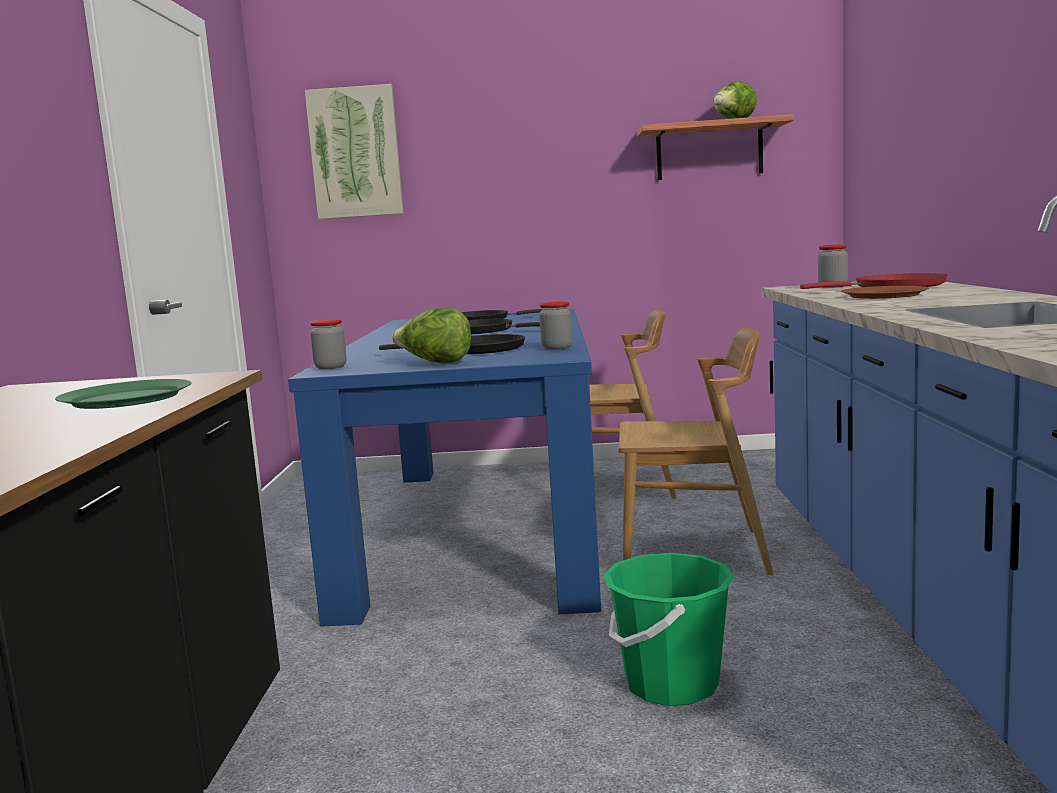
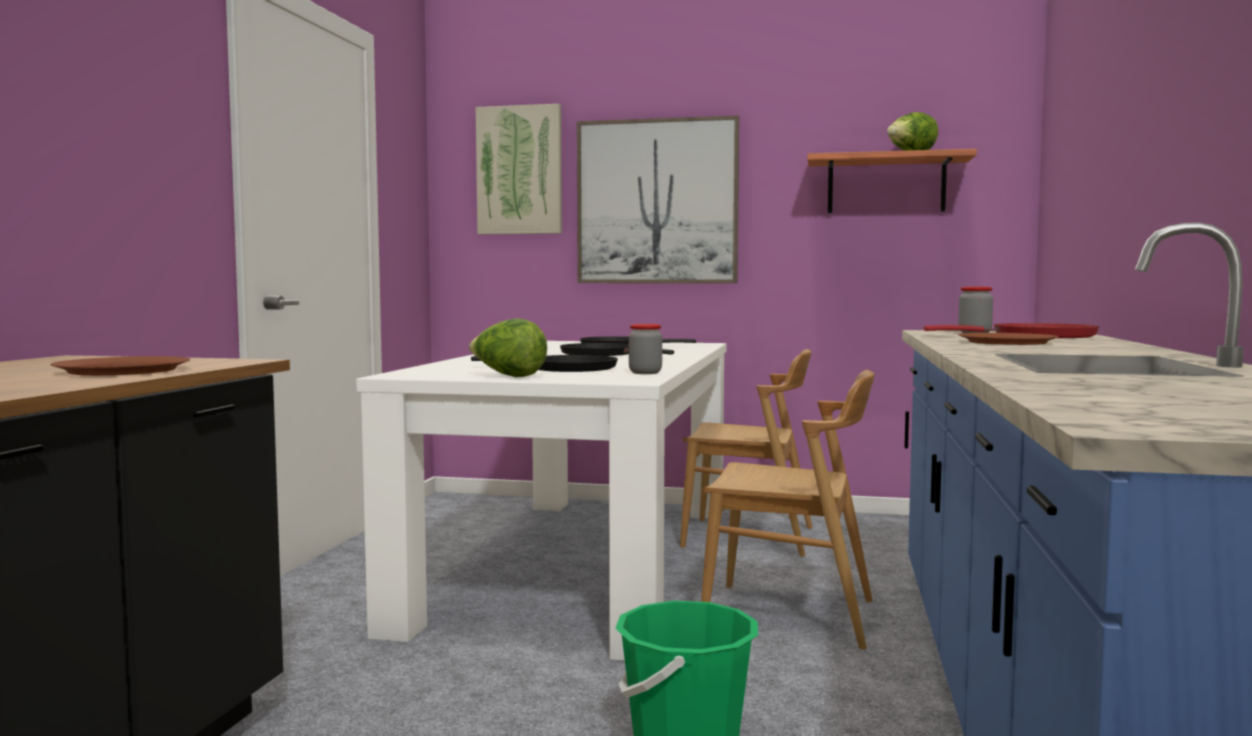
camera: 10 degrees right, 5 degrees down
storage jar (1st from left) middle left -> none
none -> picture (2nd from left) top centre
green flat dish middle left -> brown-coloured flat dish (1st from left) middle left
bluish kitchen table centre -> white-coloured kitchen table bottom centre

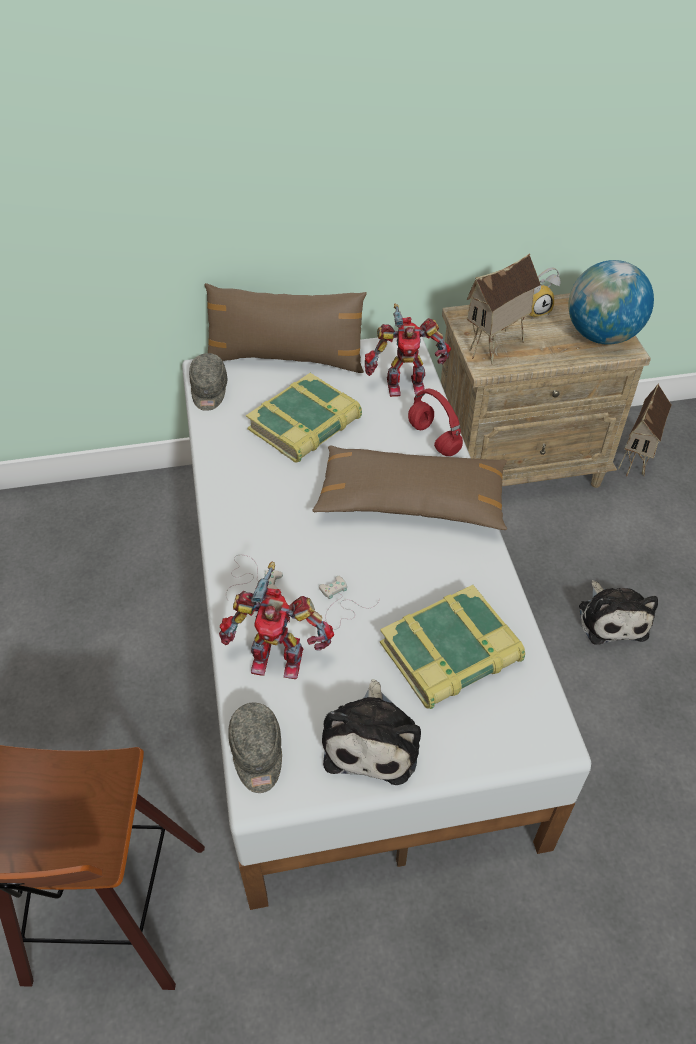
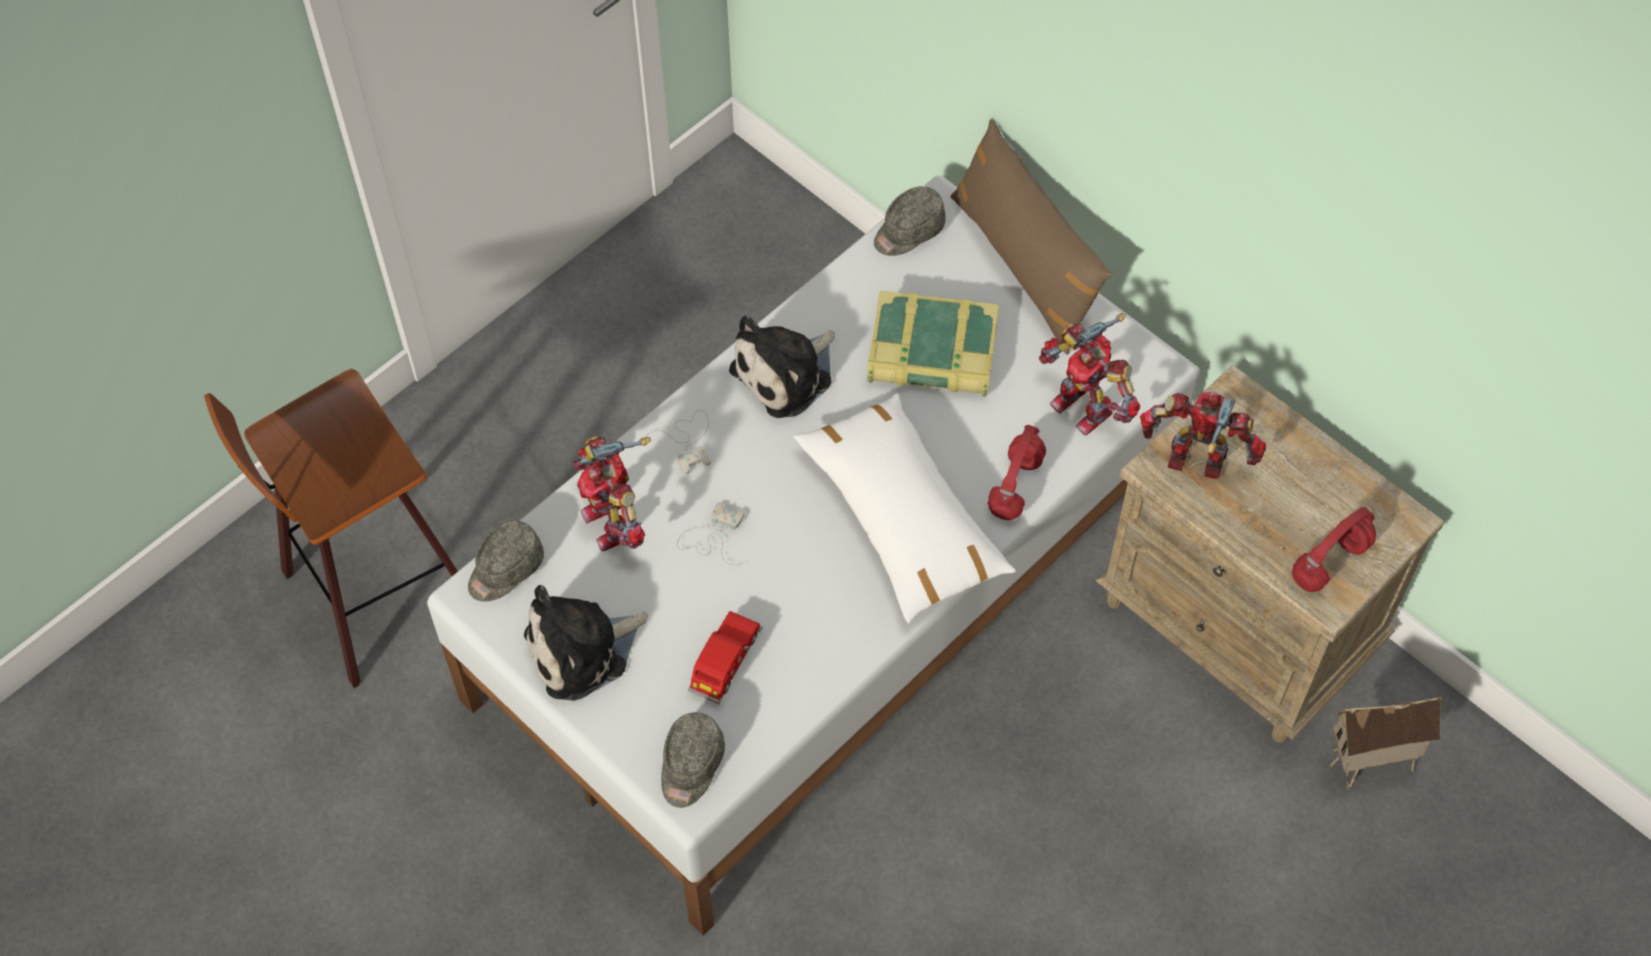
camera: 55 degrees right, 10 degrees up
bedside clock top right -> none
none -> greyish cap (2nd from left) bottom centre
plush toy (2nd from left) middle right -> plush toy (2nd from left) centre, move
volume (2nd from left) centre -> red-coloured toy car bottom centre
model house (1st from left) top right -> toy robot (3rd from left) middle right
world globe top right -> red-coloured pair of headphones (2nd from left) middle right
brown-coloured pillow (2nd from left) centre -> white-coloured pillow centre

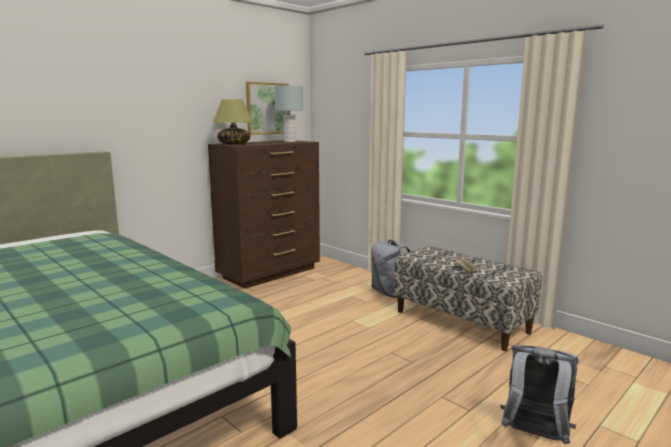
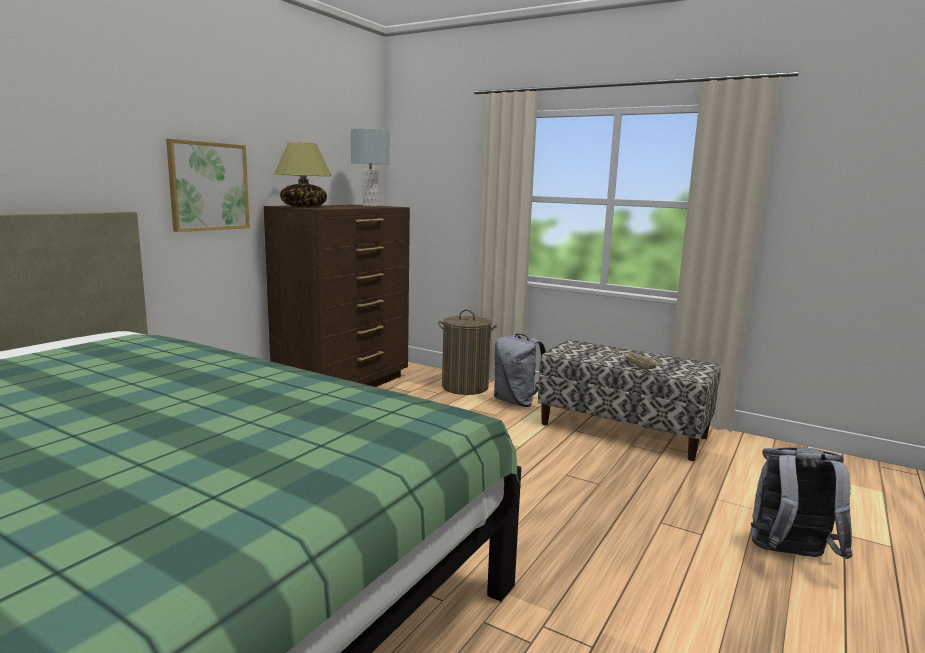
camera: 15 degrees left, 0 degrees up
none -> washing basket centre
picture top centre -> picture top left, move

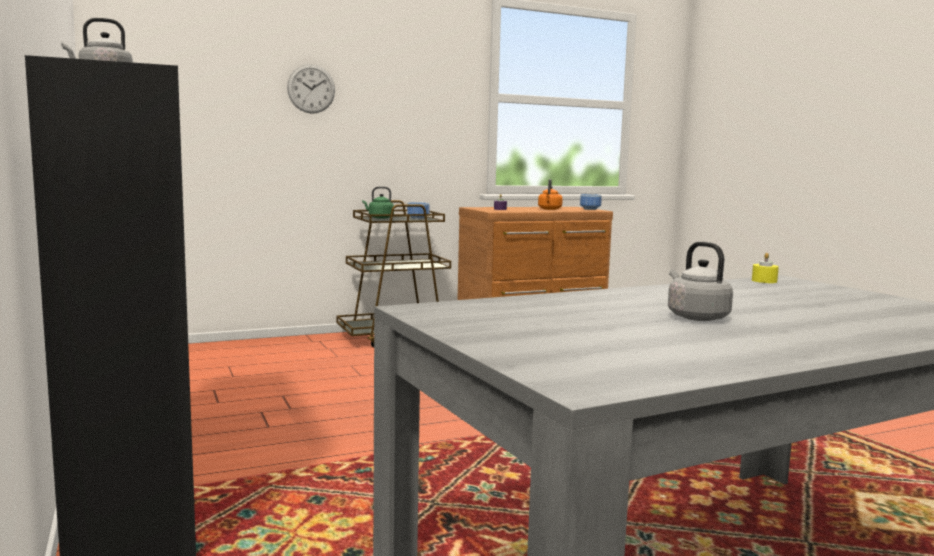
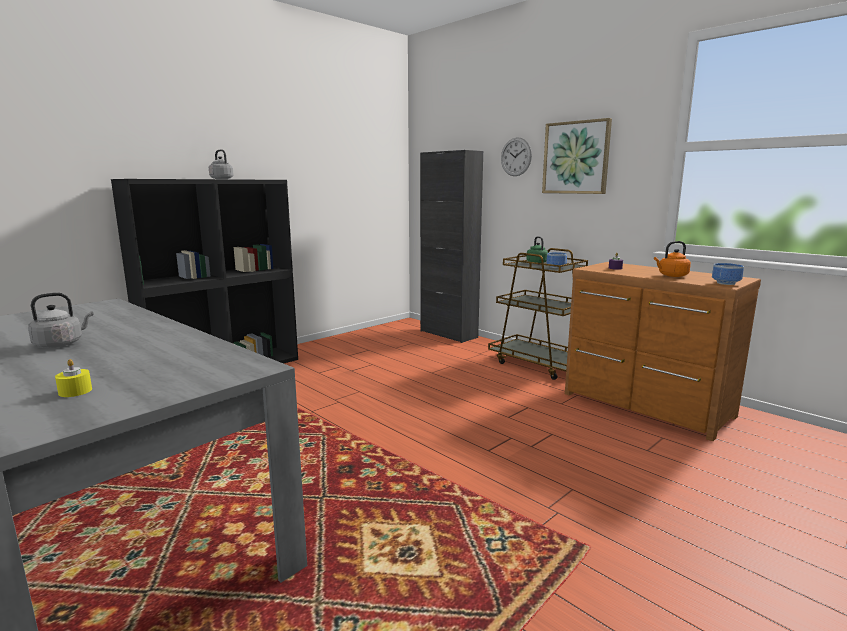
camera: 70 degrees right, 5 degrees up
none -> black cabinet centre
none -> picture top right
yellowish candle middle right -> yellowish candle middle left, move

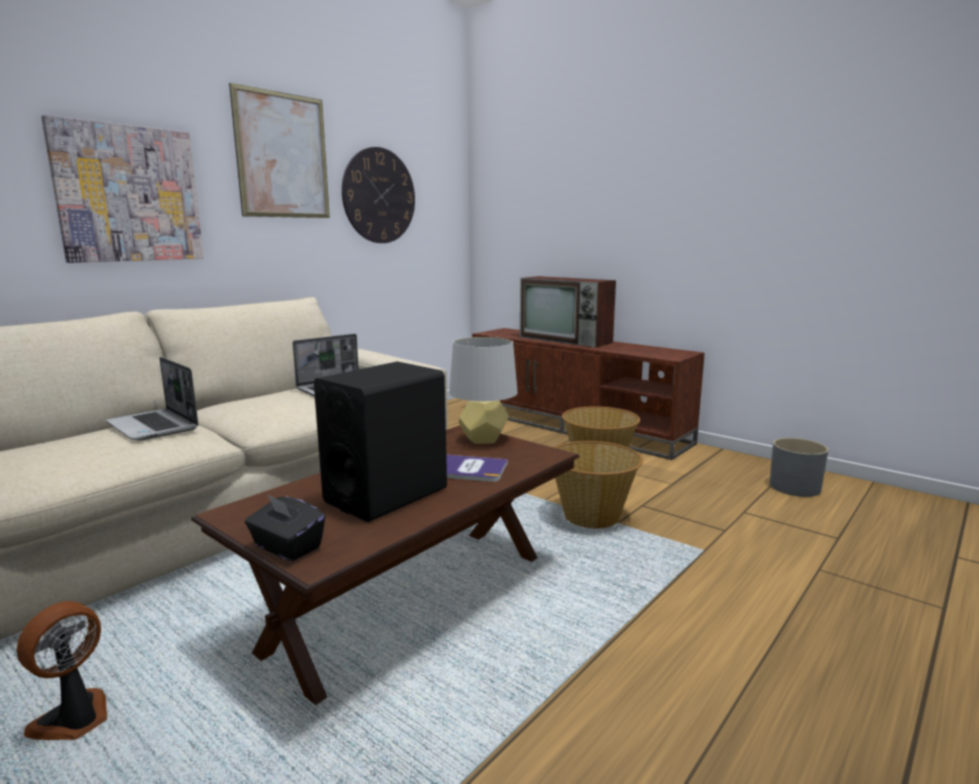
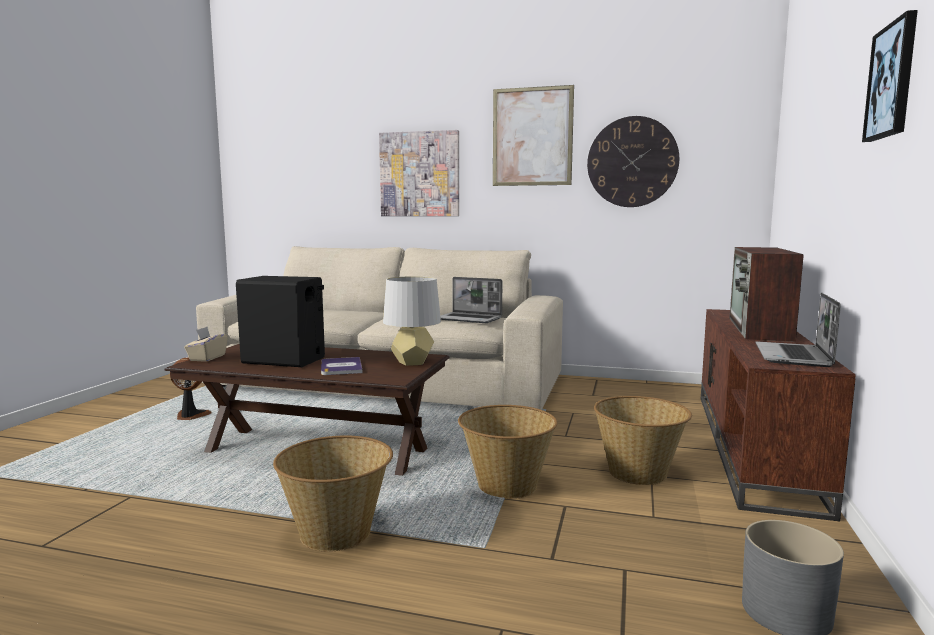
camera: 65 degrees right, 5 degrees down
none -> household basket (1st from left) bottom centre
none -> picture (3rd from left) top right
laptop (1st from left in the first image) middle left -> laptop (2nd from left) middle right, move
black tissue holder bottom left -> sand-coloured tissue holder middle left

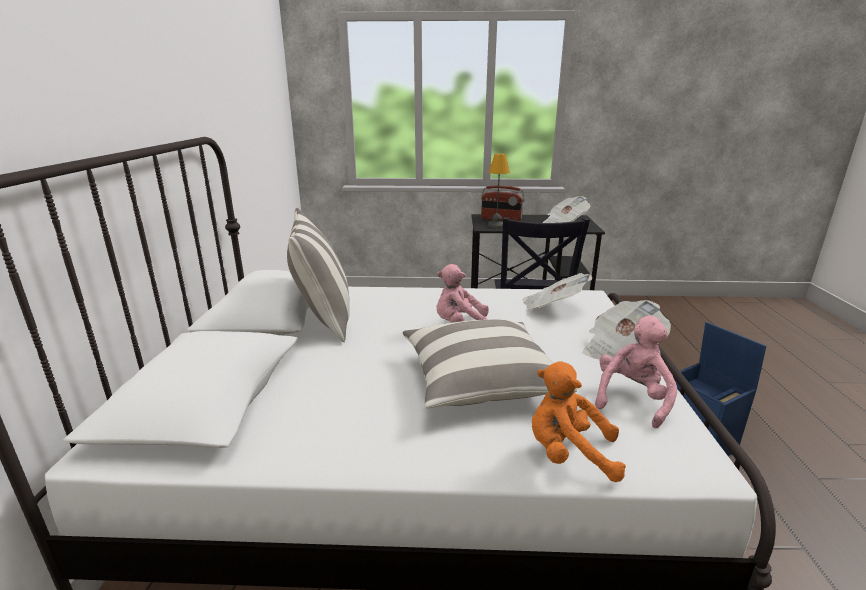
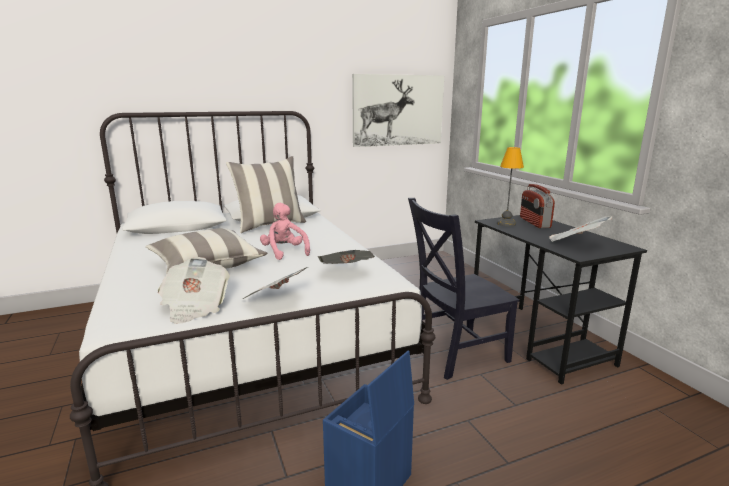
camera: 65 degrees right, 5 degrees down
orange-coloured plush toy bottom right -> none
none -> picture top centre
pinkish plush toy (2nd from left) middle right -> printed paper (1st from left) middle left

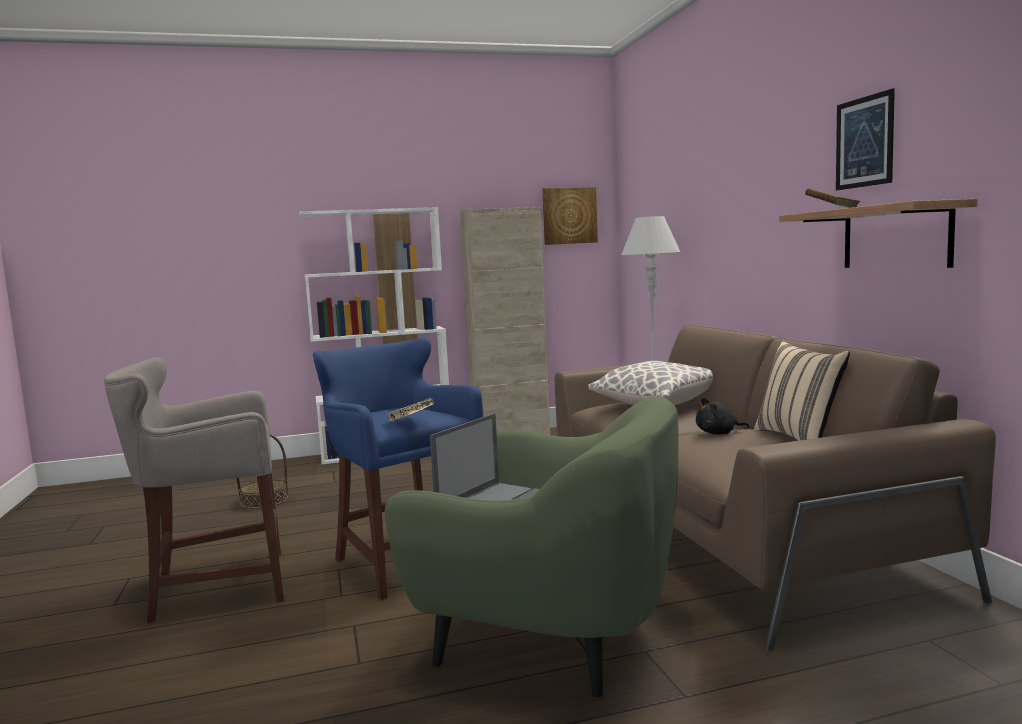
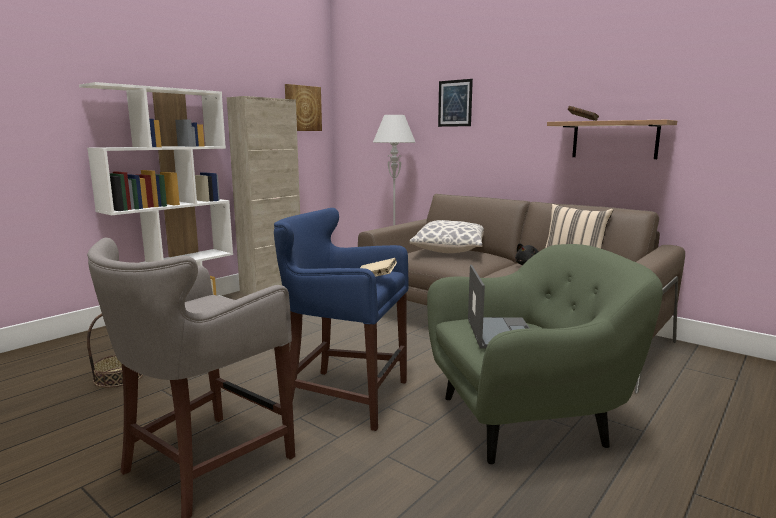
camera: 35 degrees left, 5 degrees up
picture (2nd from left) top right -> picture (2nd from left) top centre, move

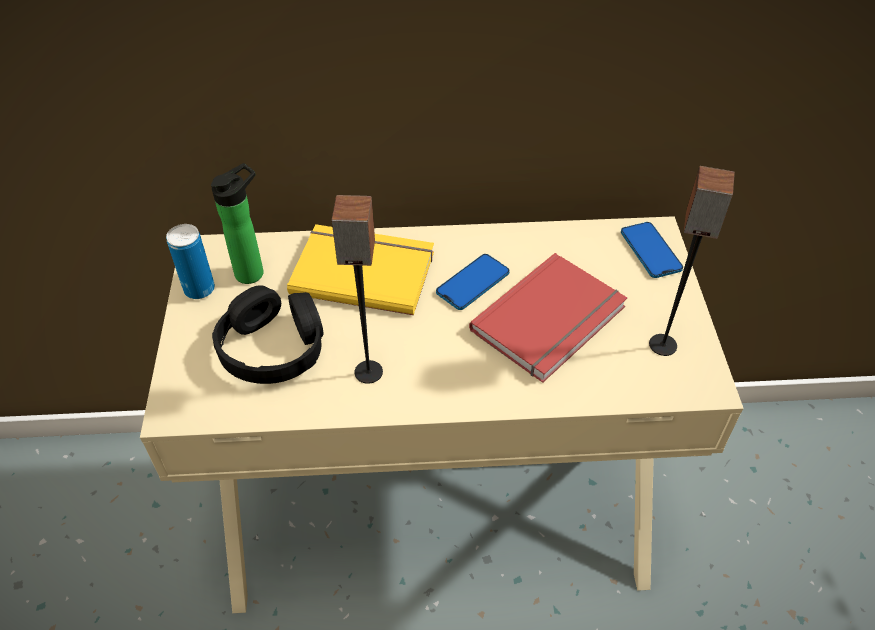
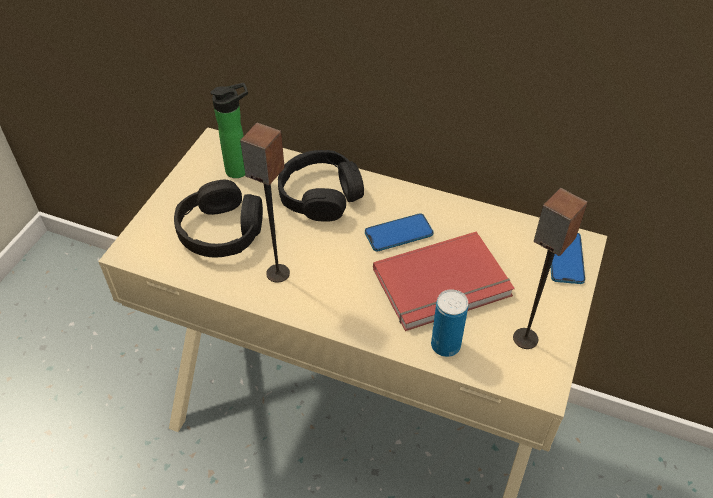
camera: 25 degrees right, 0 degrees up
metal can middle left -> metal can centre, move
yellowish volume centre -> black pair of headphones (2nd from left) centre

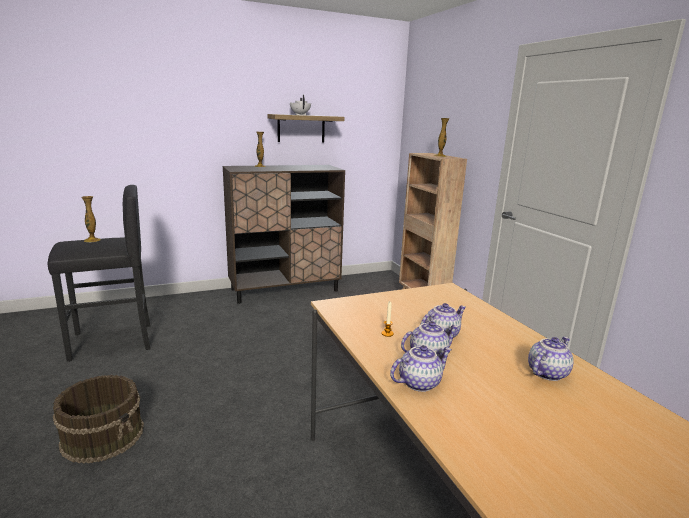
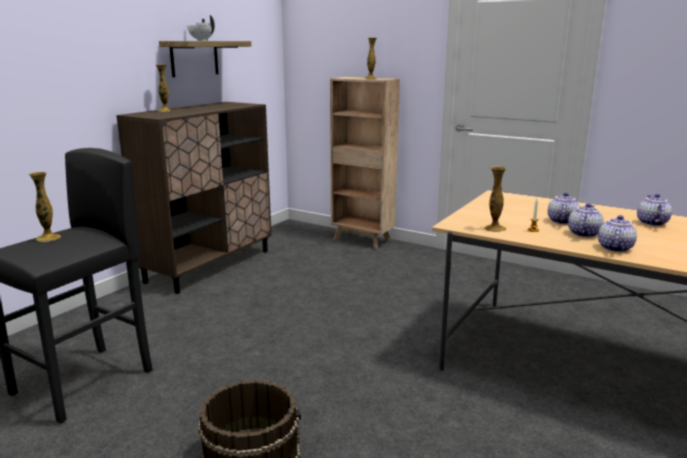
camera: 35 degrees left, 0 degrees up
none -> decorative vase (4th from left) middle right

